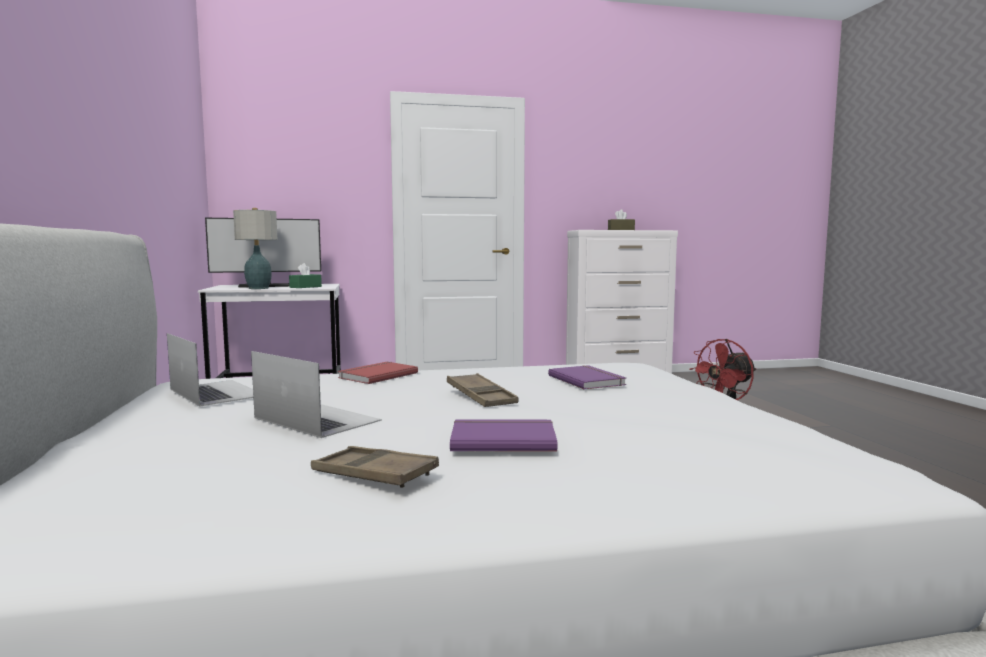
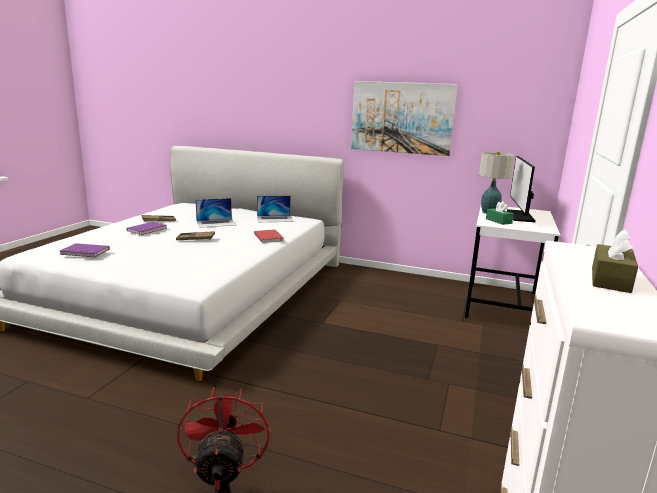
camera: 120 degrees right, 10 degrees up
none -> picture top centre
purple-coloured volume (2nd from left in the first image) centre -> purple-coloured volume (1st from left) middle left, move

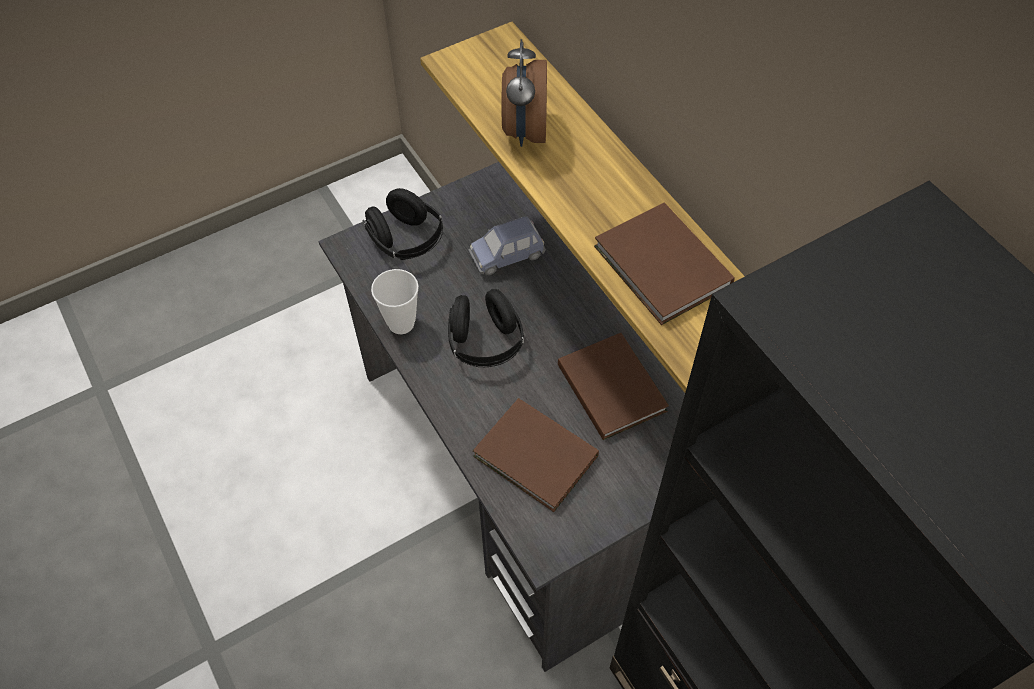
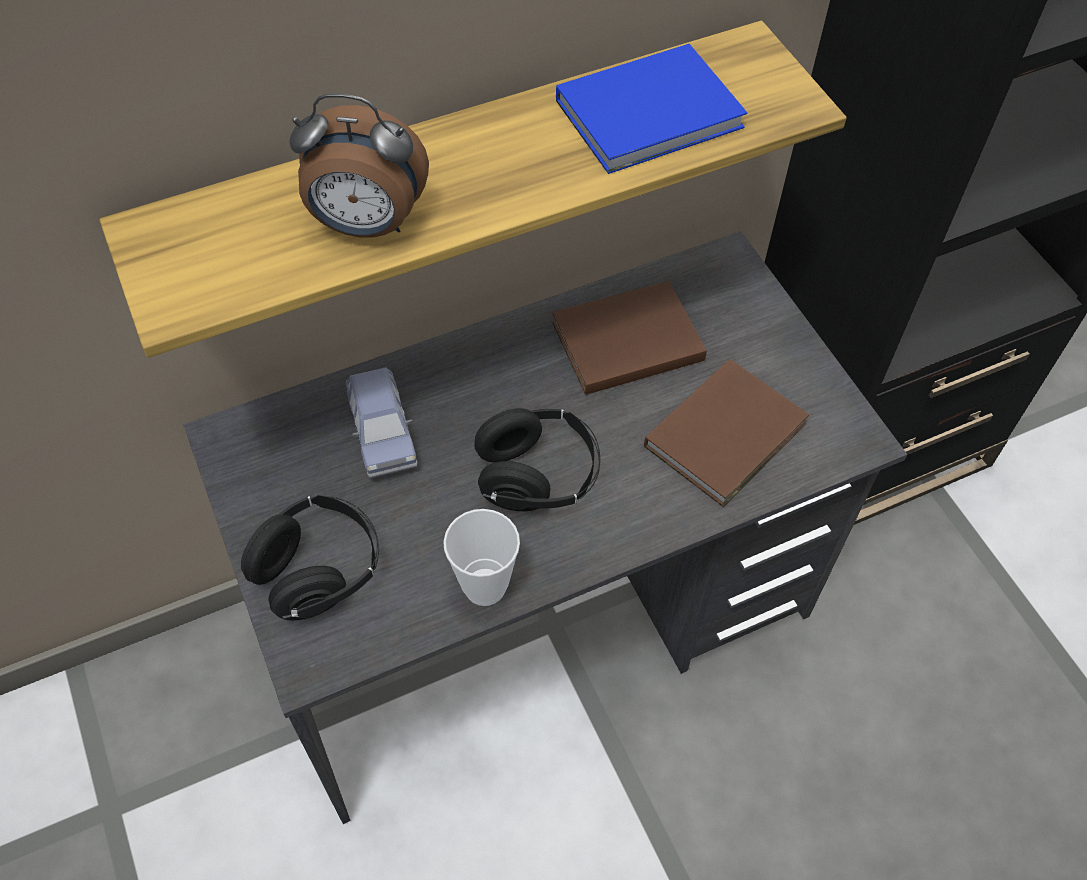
camera: 85 degrees left, 0 degrees up
brown-coloured volume (3rd from left) centre -> bluish volume top centre

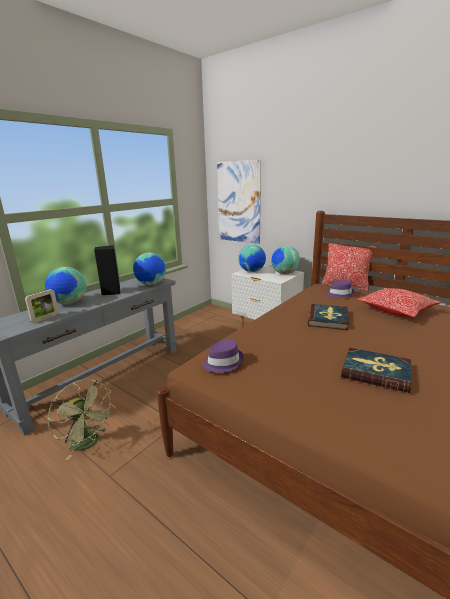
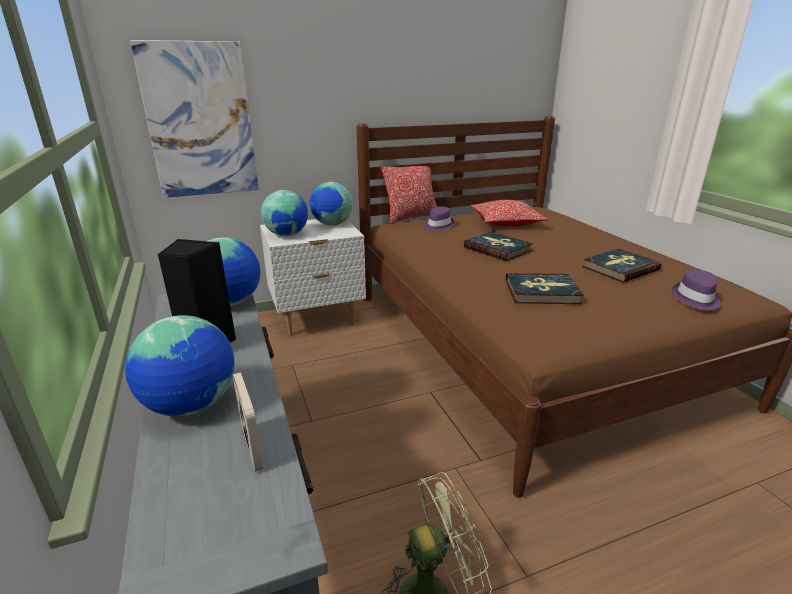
camera: 60 degrees left, 5 degrees up
none -> volume (2nd from left) middle right
purple-coloured wearable hat (1st from left in the first image) centre -> purple-coloured wearable hat (2nd from left) middle right, move

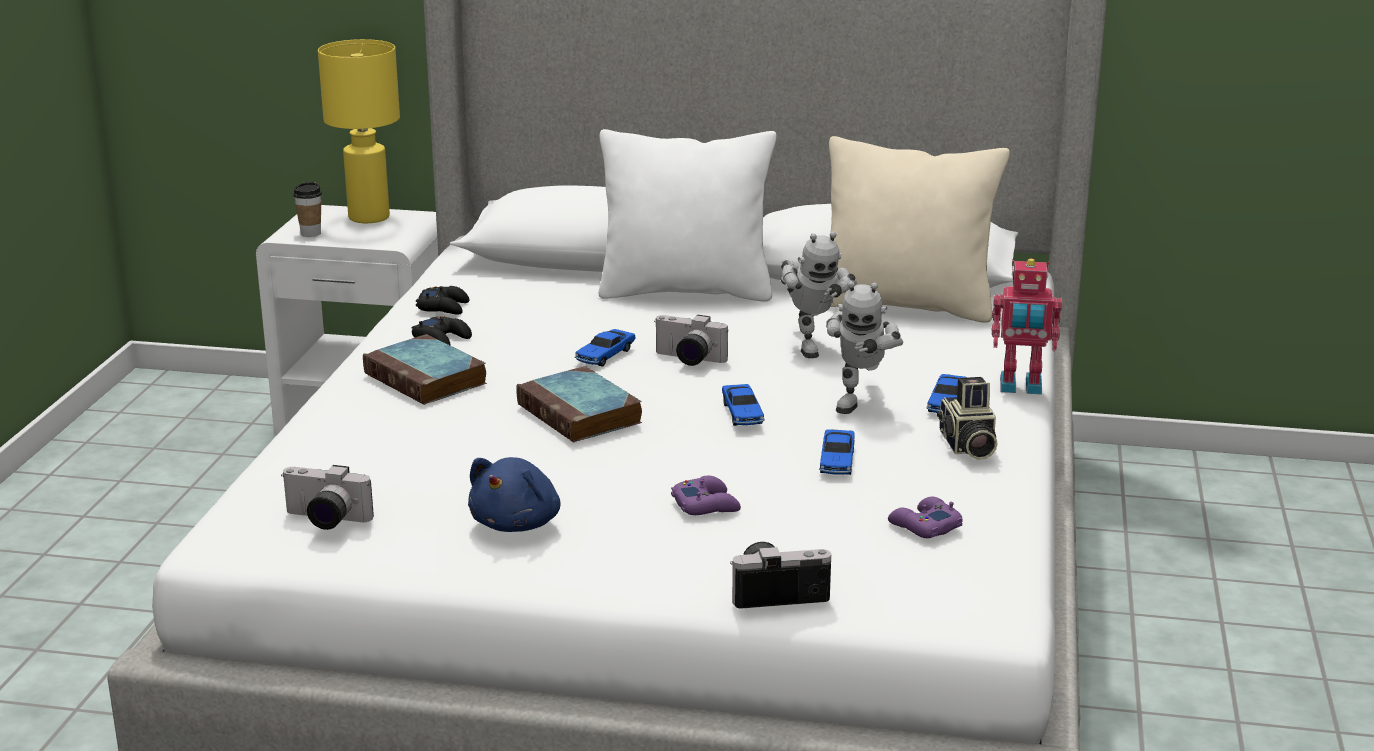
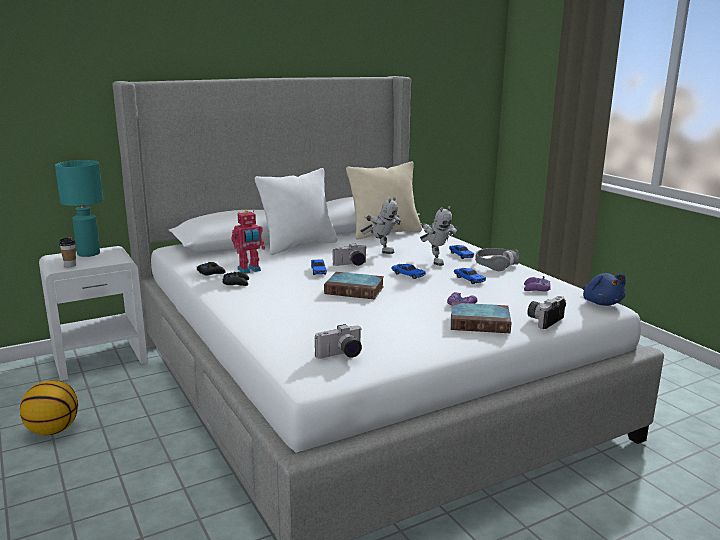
camera: 40 degrees left, 5 degrees down
none -> ball for basketball bottom left
volume (1st from left in the first image) middle left -> volume (2nd from left) middle right, move
bluish plush toy centre -> bluish plush toy middle right, move
toy robot (3rd from left in the first image) middle right -> toy robot (1st from left) centre, move
photo camera (4th from left) middle right -> greyish pair of headphones middle right
yellowish lamp for a table top left -> blue-green lamp for a table middle left

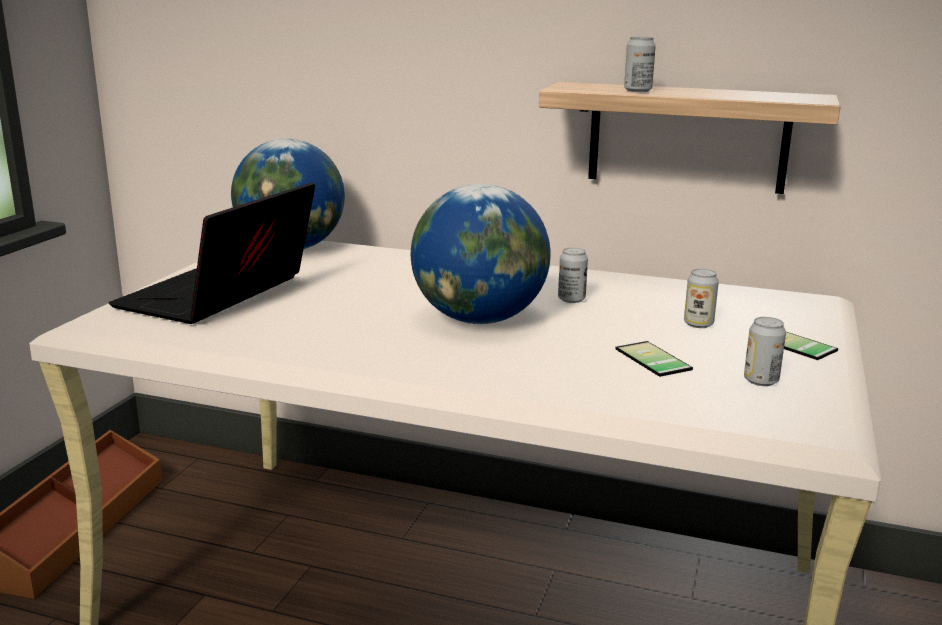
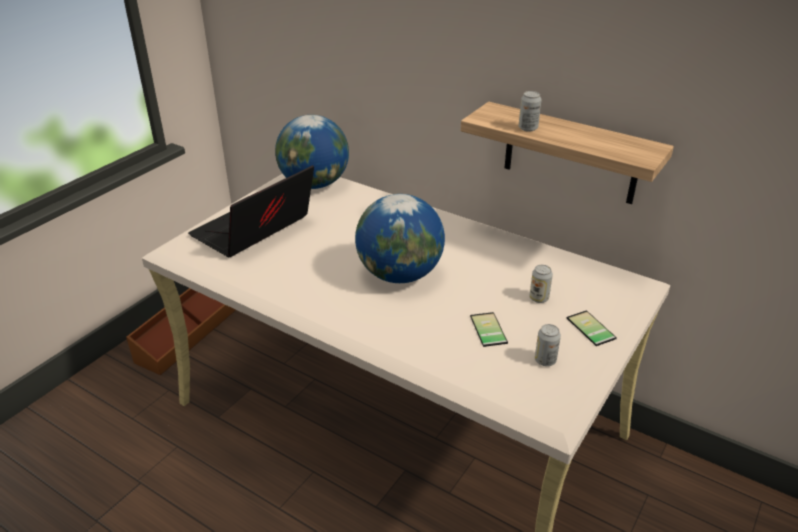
camera: 15 degrees right, 15 degrees up
metal can (1st from left) centre -> none

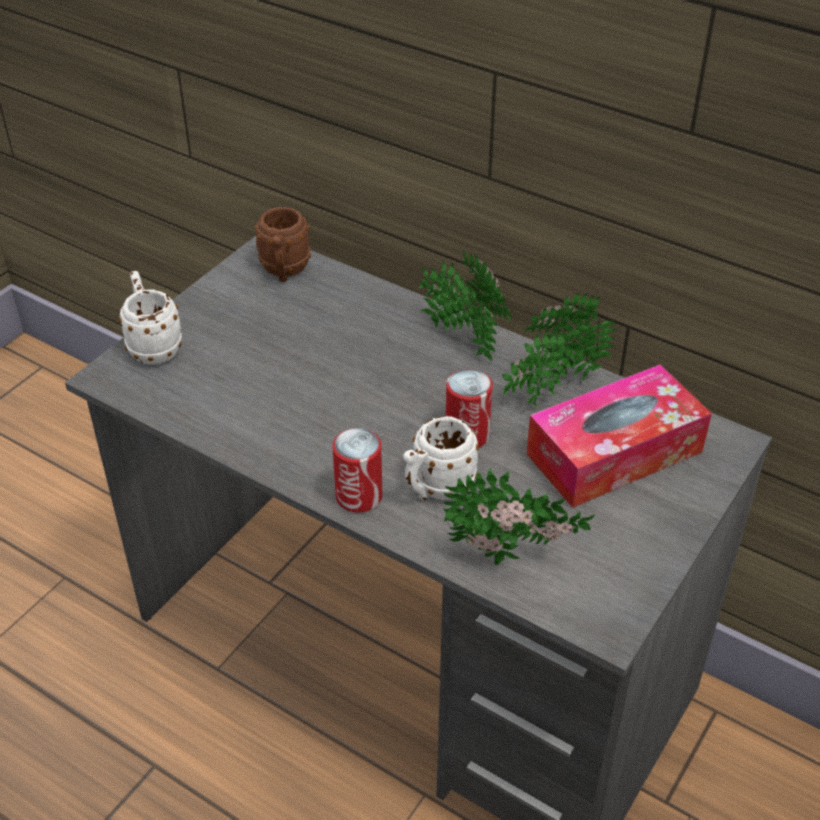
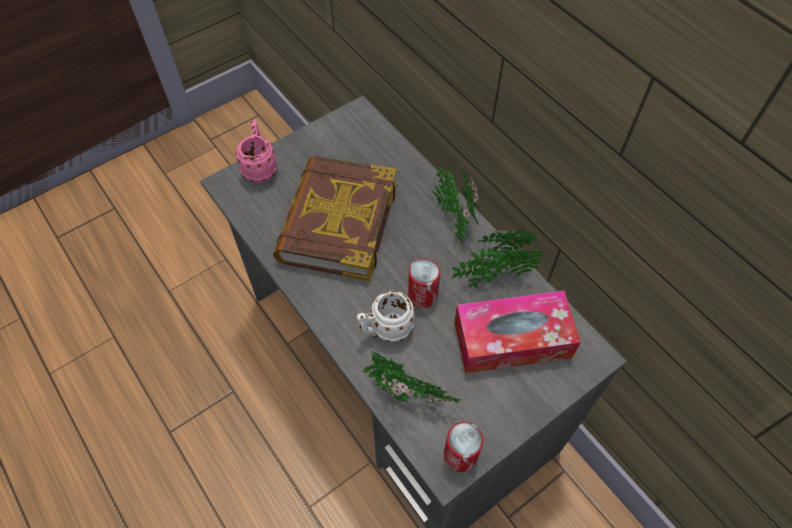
camera: 20 degrees right, 15 degrees up
brown-coloured mug top centre -> none
none -> volume centre
metal can (1st from left in the first image) centre -> metal can (2nd from left) bottom centre, move
white-coloured mug (1st from left) middle left -> pinkish mug top left

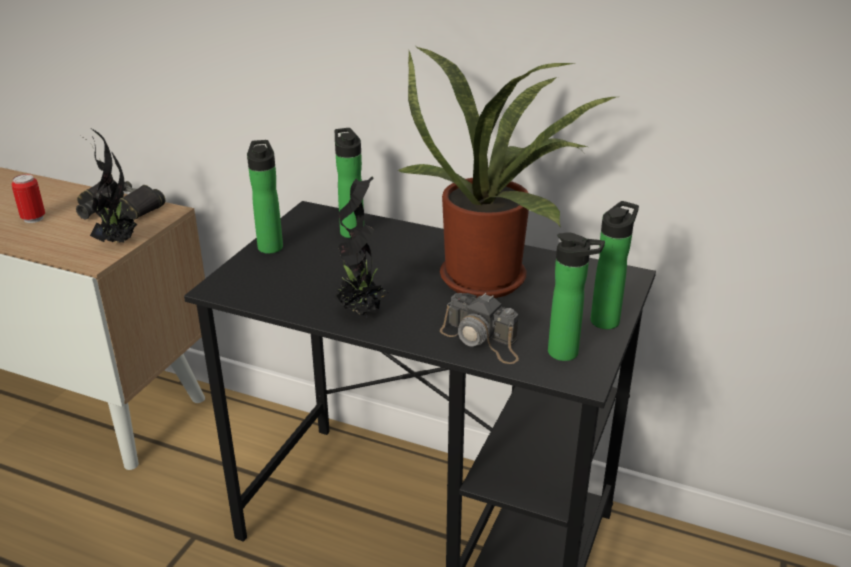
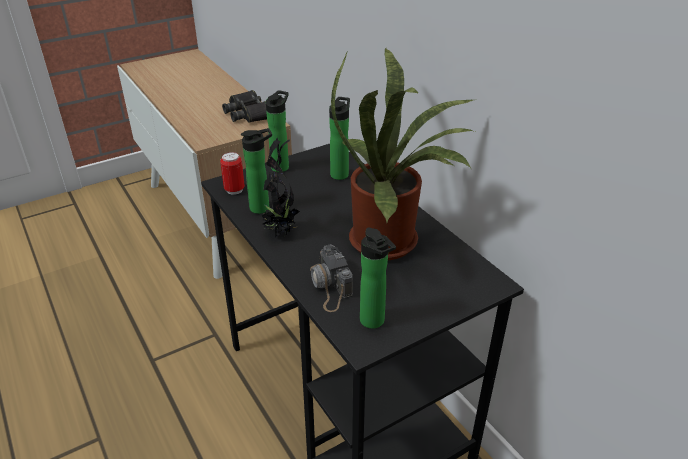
camera: 35 degrees right, 5 degrees up
plant in a pot (1st from left) top left -> none
metal can middle left -> metal can centre, move
beverage bottle (4th from left in the first image) middle right -> beverage bottle (1st from left) centre, move

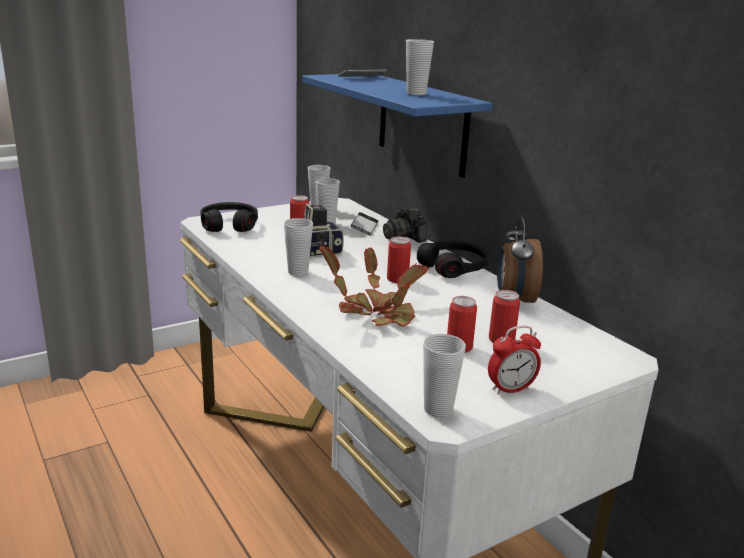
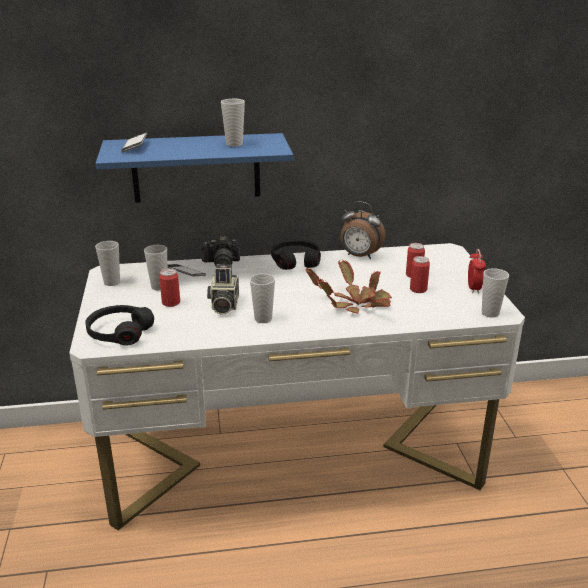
camera: 65 degrees left, 5 degrees up
metal can (2nd from left) centre -> none

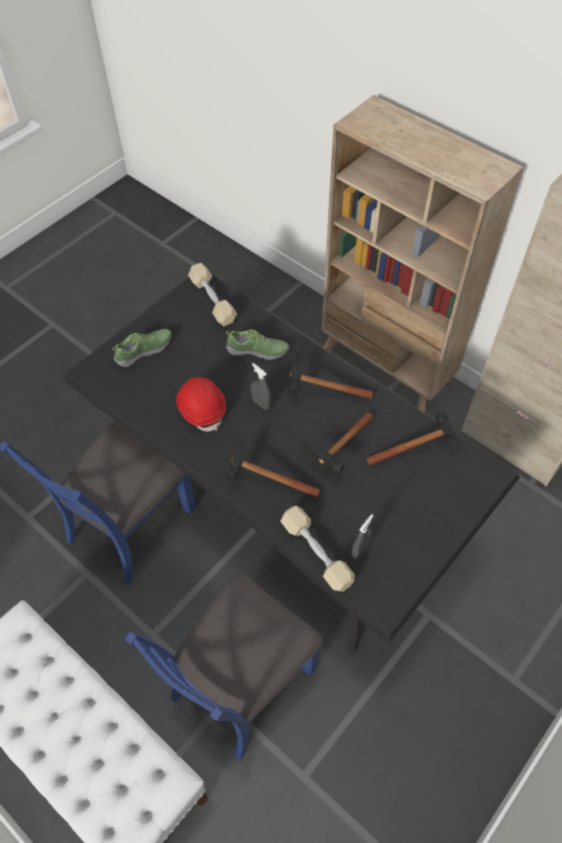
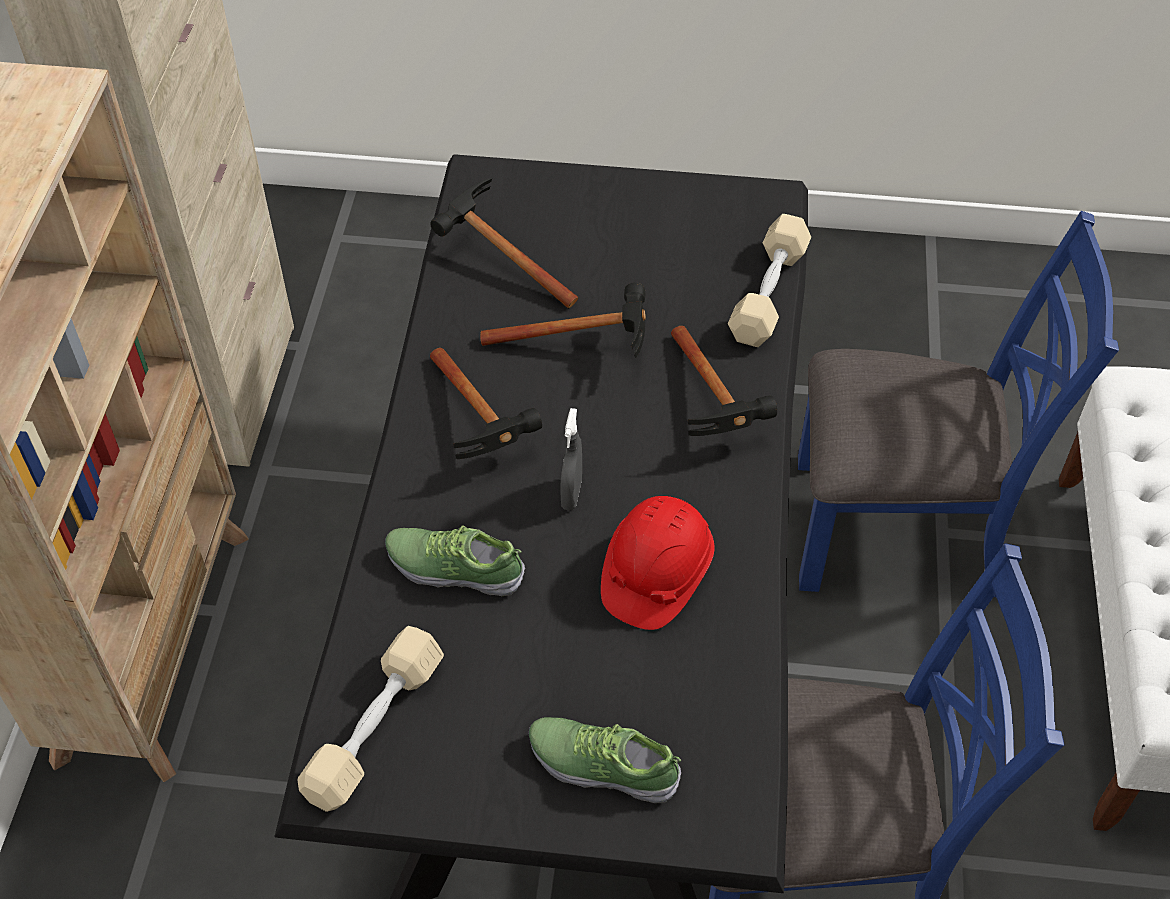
camera: 125 degrees left, 5 degrees down
greyish hand sprayer (2nd from left) centre -> none
item of footwear (2nd from left in the first image) centre -> item of footwear (1st from left) centre, 45 degrees counterclockwise

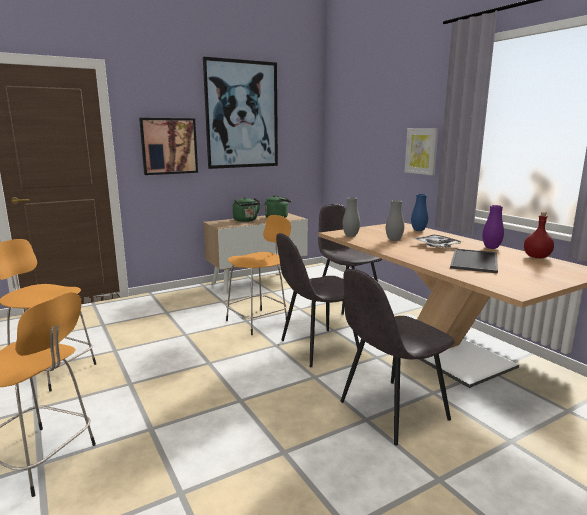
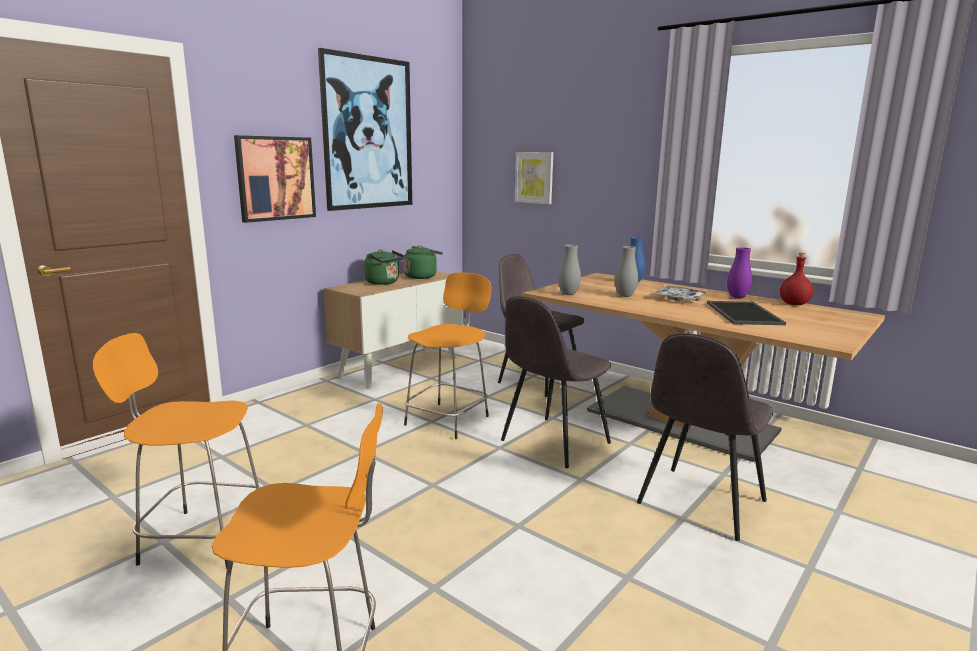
camera: 20 degrees left, 0 degrees up
picture (3rd from left) top right -> picture (3rd from left) top centre, move

